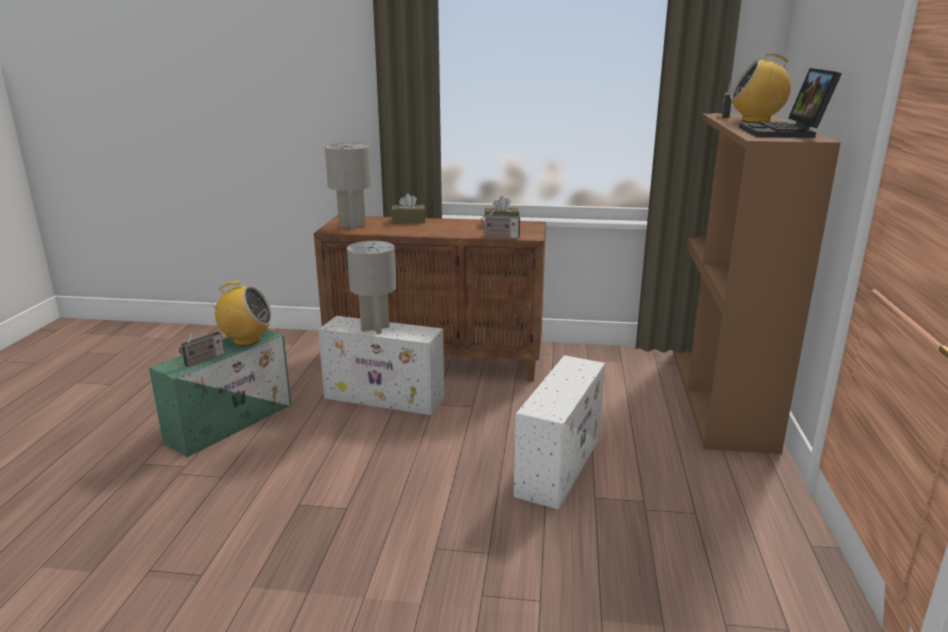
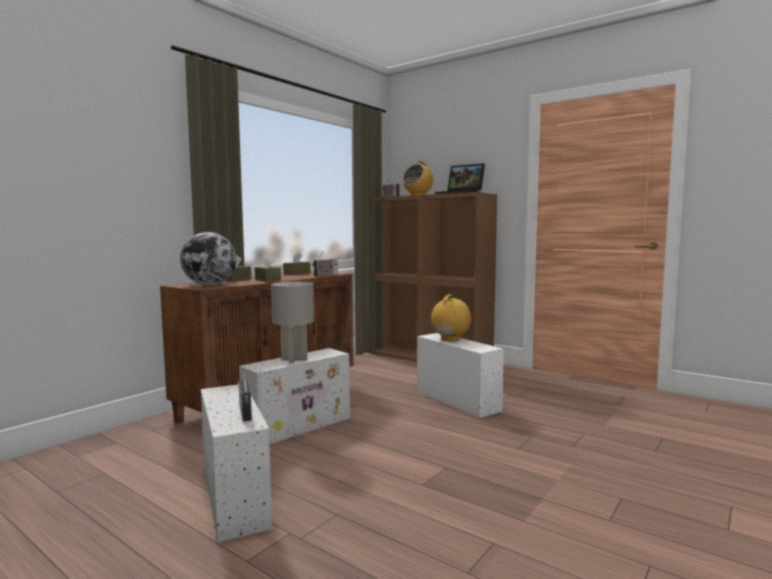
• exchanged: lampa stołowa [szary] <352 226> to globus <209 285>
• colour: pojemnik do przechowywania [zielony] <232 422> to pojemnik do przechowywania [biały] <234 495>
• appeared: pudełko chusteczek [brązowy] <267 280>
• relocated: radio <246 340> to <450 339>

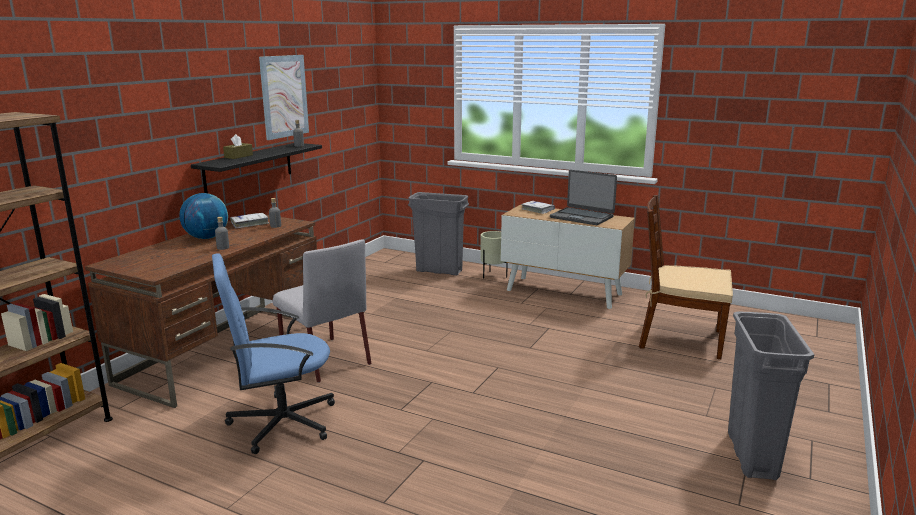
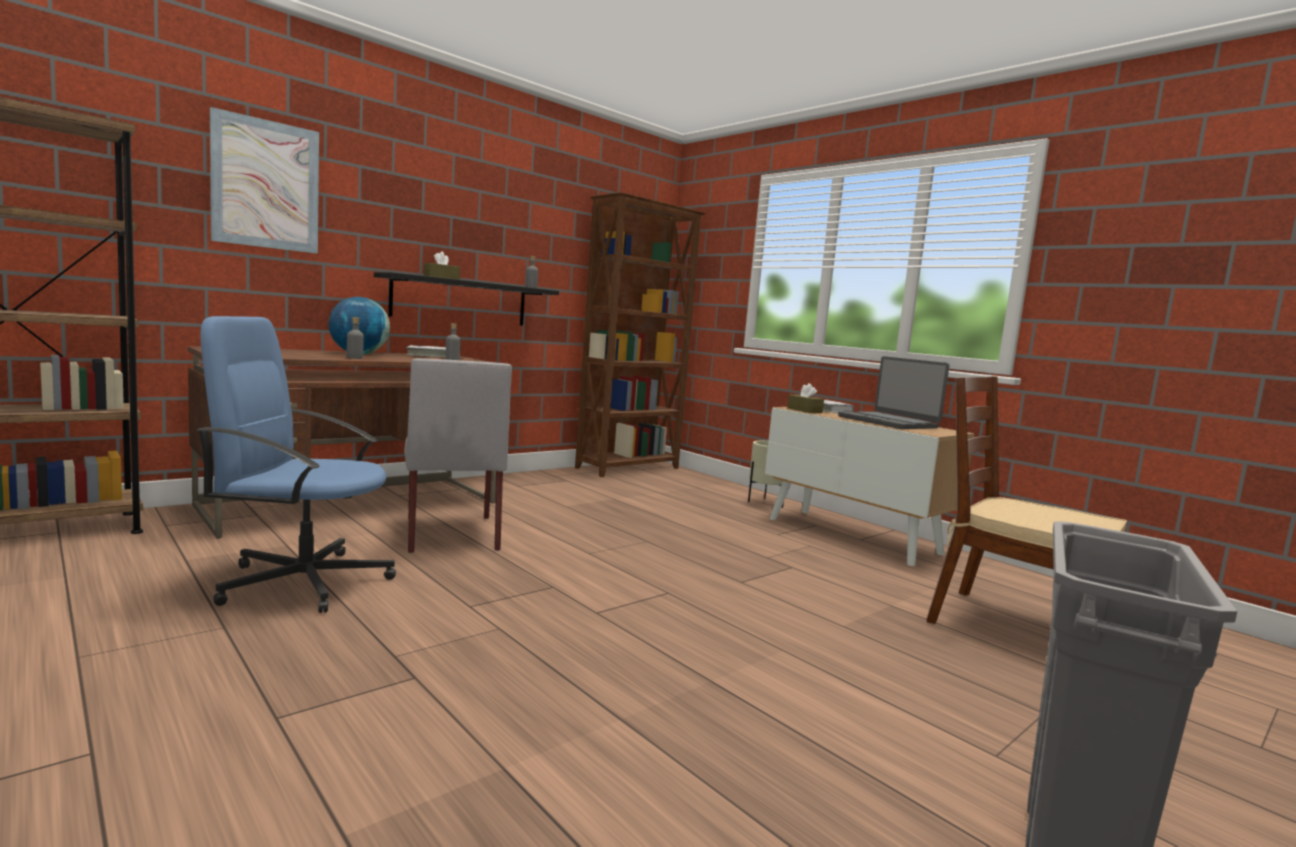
• relocated: obraz <284 96> to <266 184>
• appeared: regał [brązowy] <629 468>
• appeared: pudełko chusteczek [brązowy] <804 410>
• missing: kosz na śmieci [szary] <439 271>

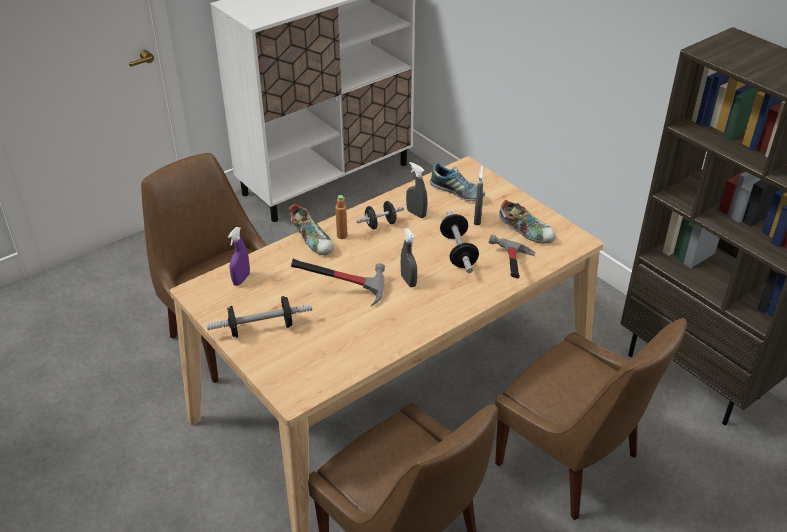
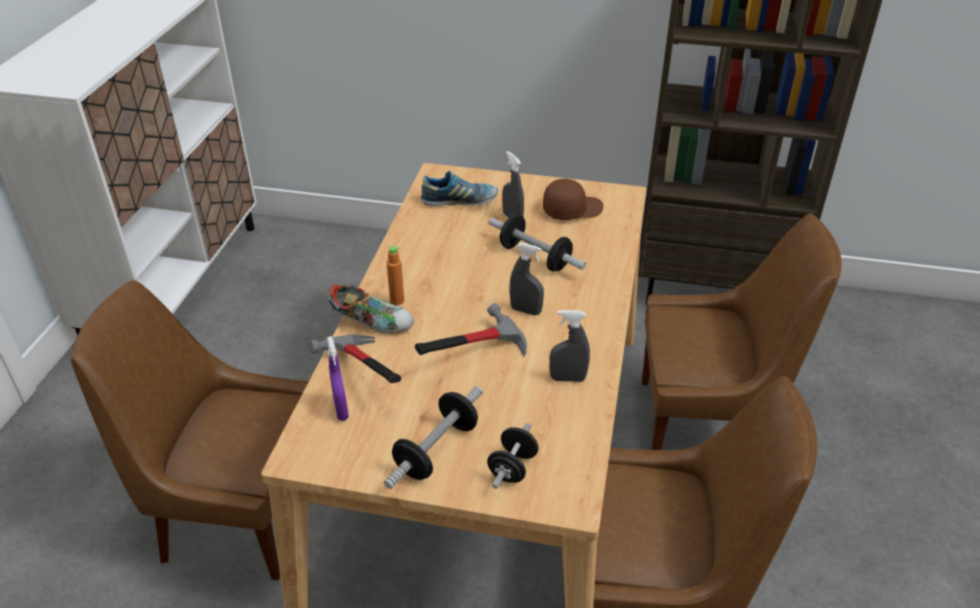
• relocated: młotek <508 270> to <358 376>
• relocated: hantel [czarny] <380 224> to <512 468>
• exchanged: but <526 233> to czapka z daszkiem [brązowy] <572 209>
• relocated: spryskiwacz [szary] <416 213> to <567 378>

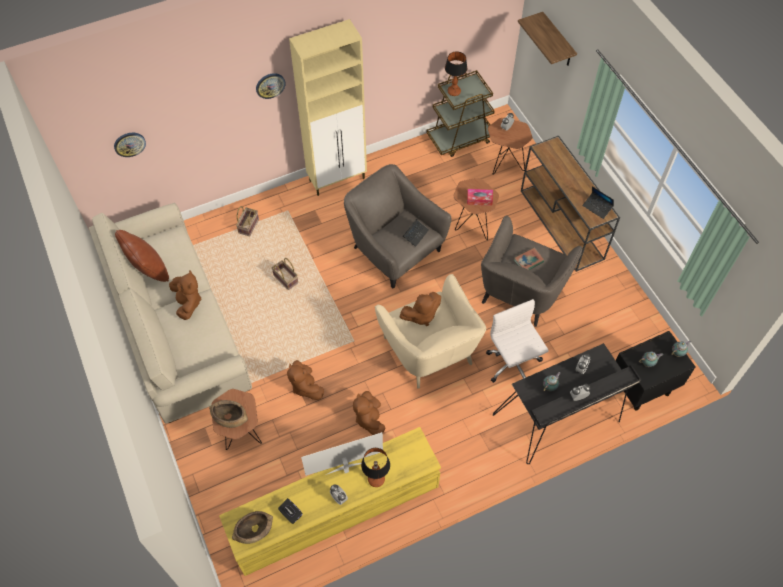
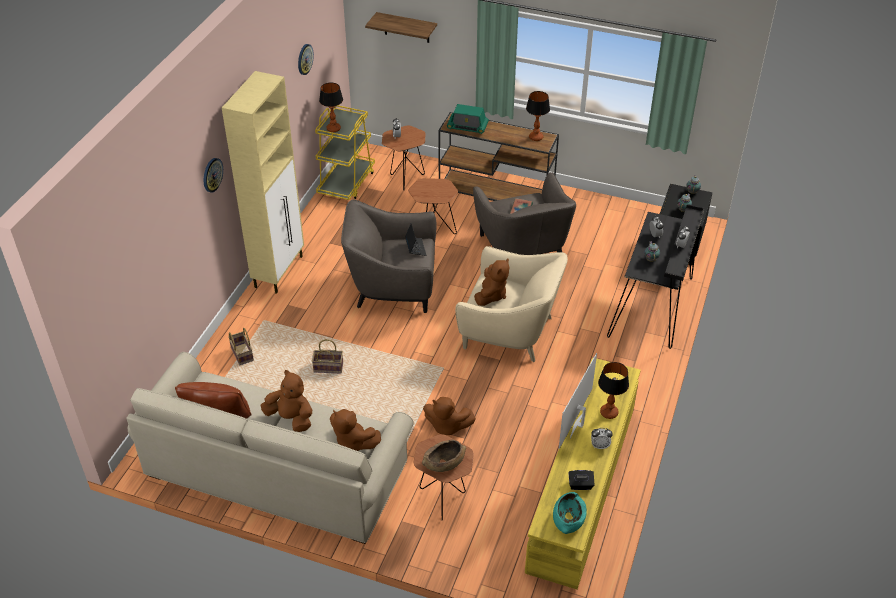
• relocated: zegar ścienny <129 144> to <304 59>
• colour: wózek [brązowy] <460 138> to wózek [żółty] <346 183>
• relocated: pluszak [brązowy] <369 419> to <353 442>
• appeared: radio <467 127>
• exchanged: laptop <597 207> to lampa stołowa <536 137>
• colour: miska [brązowy] <254 530> to miska [turkusowy] <568 519>
• missing: pudełko chusteczek <479 199>
• missing: krzesło biurowe [biały] <513 365>

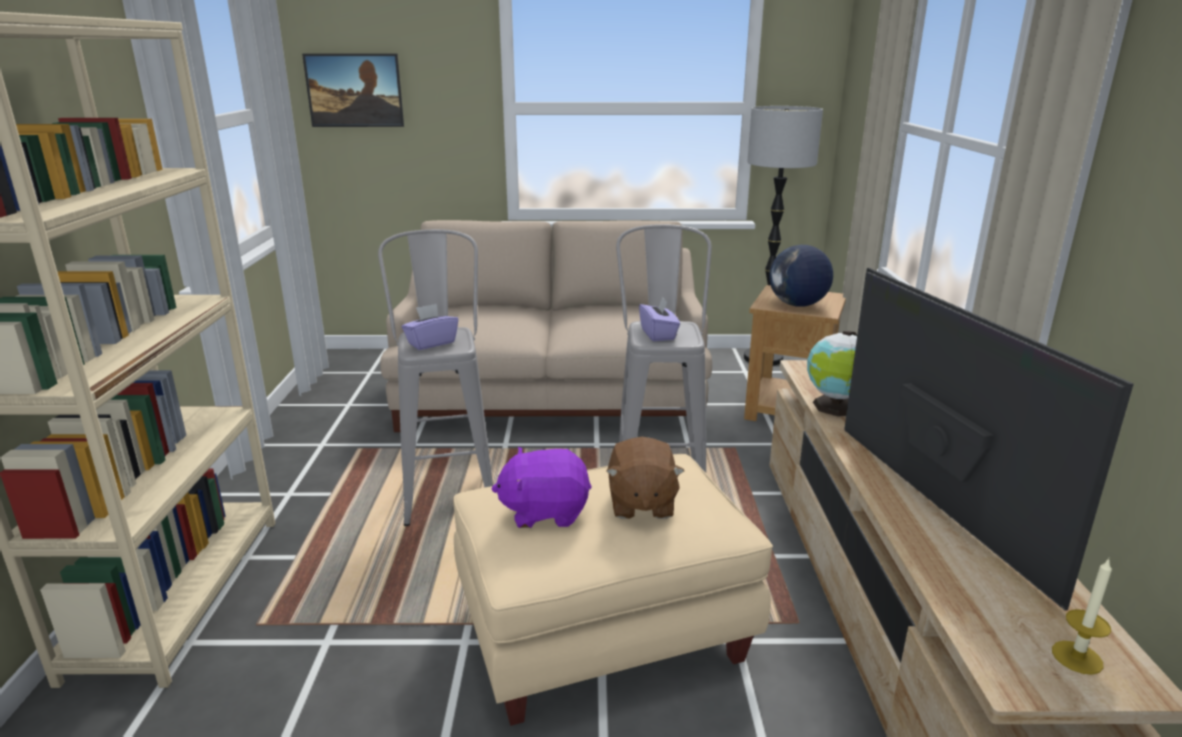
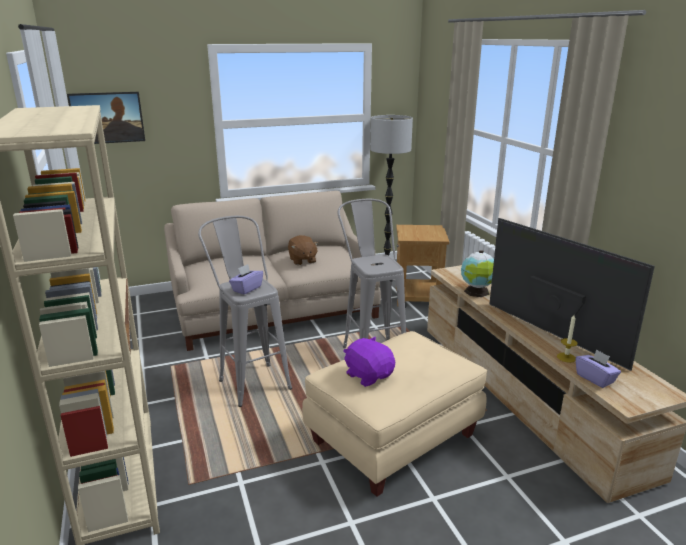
• relocated: pluszak [brązowy] <641 503> to <302 260>
• spun: pluszak [fioletowy] <545 511> = <369 375> 75 degrees clockwise
• relocated: świeca <1077 657> to <566 357>
• relocated: pudełko chusteczek [fioletowy] <658 334> to <595 378>
• missing: globus <797 305>

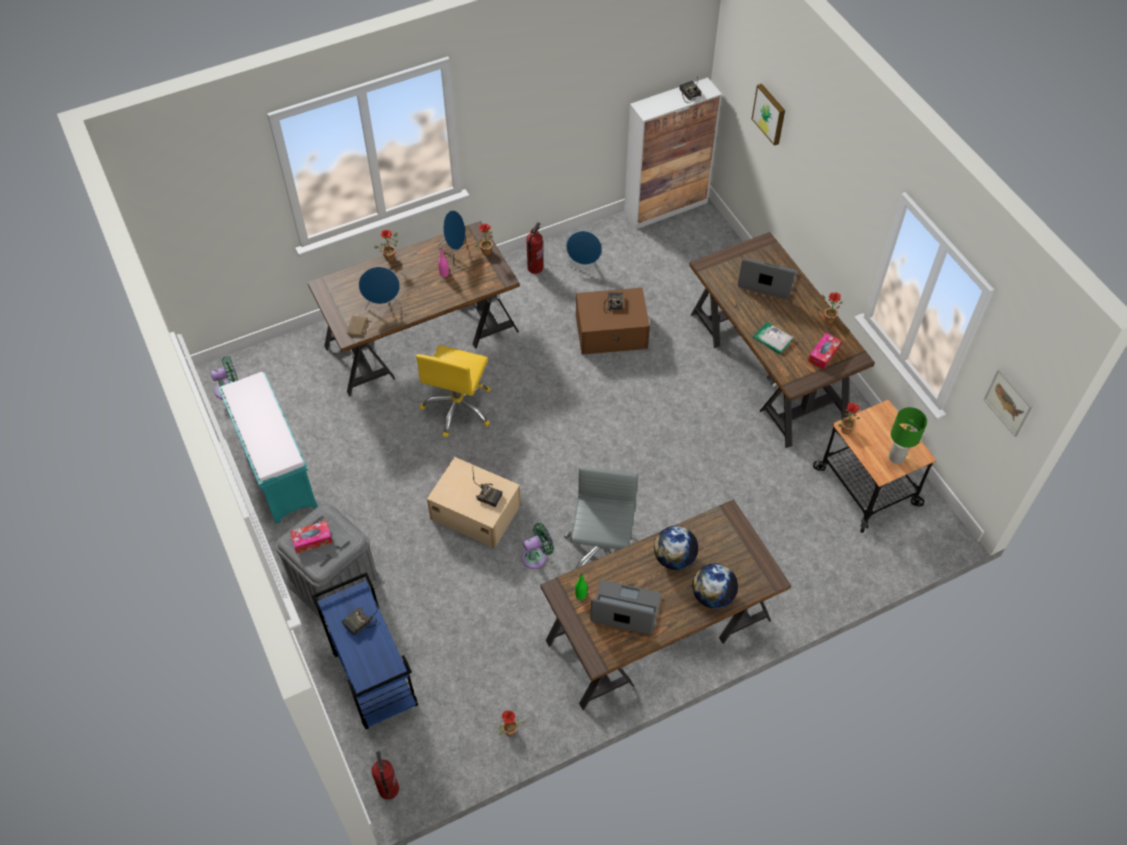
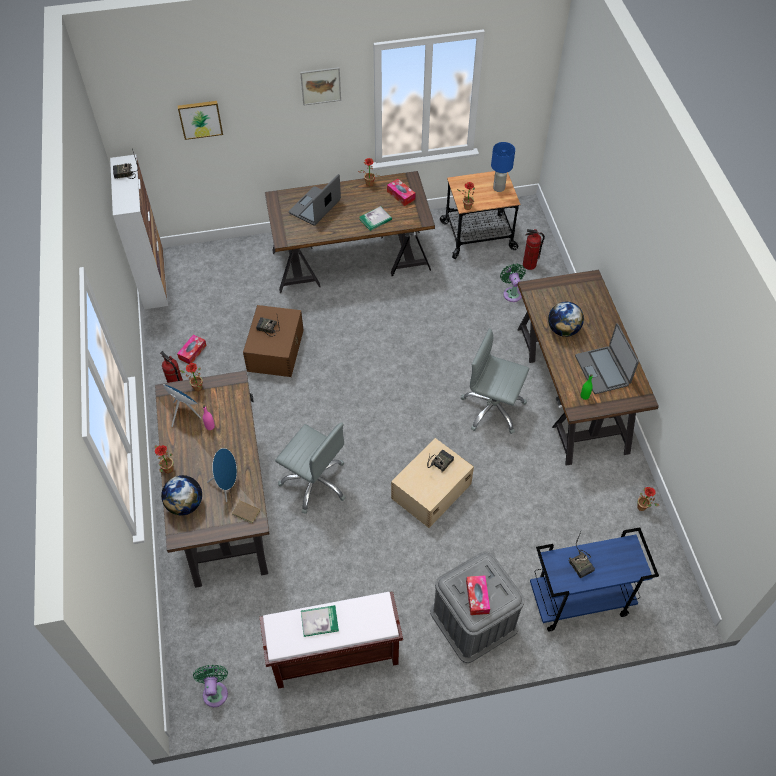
• relocated: globus <713 596> to <185 504>
• exchanged: głośnik [niebieski] <584 266> to pudełko chusteczek <192 352>
• colour: ławka [turkusowy] <276 469> to ławka [brązowy] <333 656>
• colour: krzesło biurowe [żółty] <458 408> to krzesło biurowe [szary] <315 482>
• relocated: obraz <1008 402> to <321 86>
• appeared: książka <319 621>
• colour: lampa stołowa [zielony] <896 457> to lampa stołowa [niebieski] <498 188>
• relocated: wentylator [zielony] <536 556> to <512 293>
• relocated: gaśnica <388 789> to <529 265>
• spun: laptop <625 609> = <602 370> 45 degrees counterclockwise

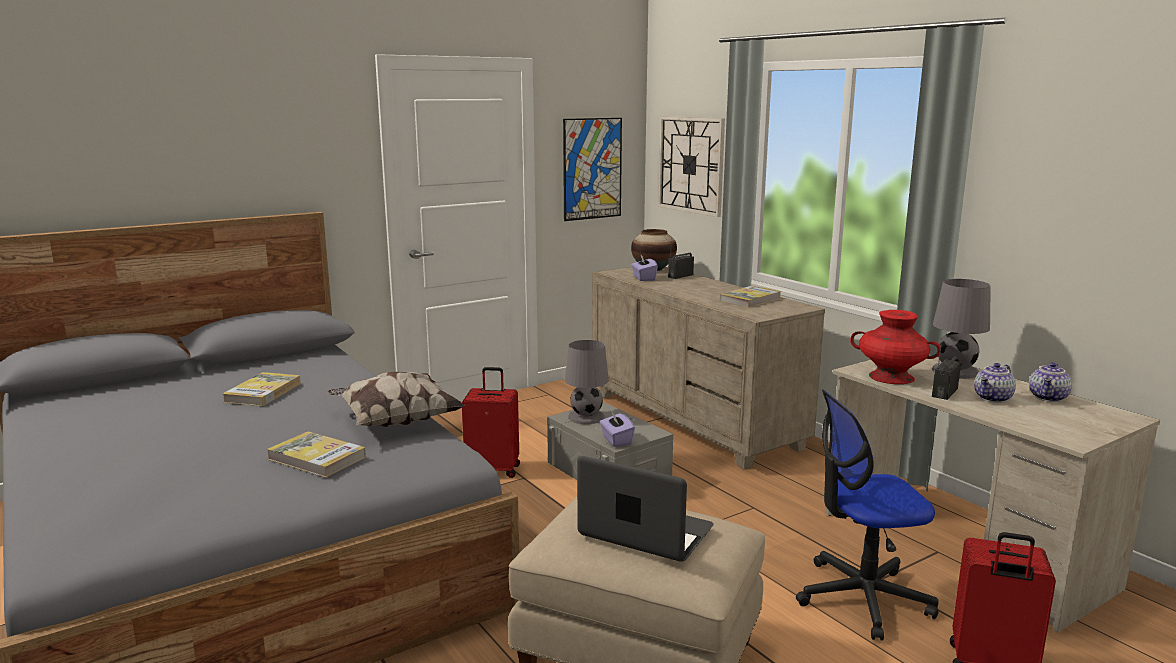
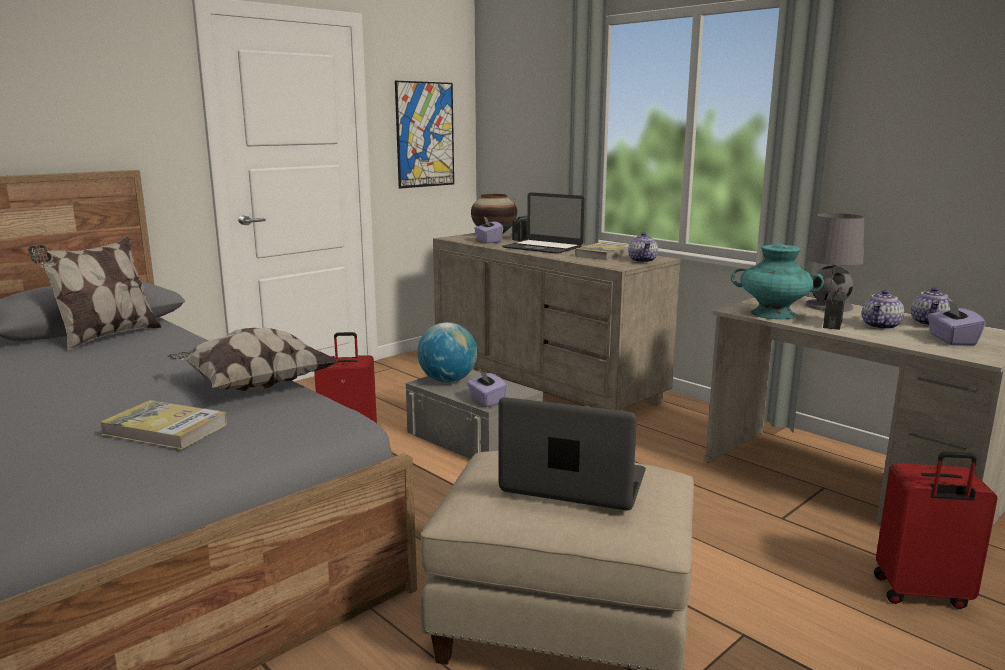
• appeared: poduszka <106 337>
• exchanged: lampa stołowa [szary] <586 417> to globus <447 380>
• appeared: laptop <542 247>
• appeared: imbryk <643 261>
• colour: wazon [czerwony] <891 377> to wazon [turkusowy] <773 314>
• appeared: pudełko chusteczek [fioletowy] <951 340>
• missing: książka <263 392>
• missing: zegar ścienny <691 165>
• missing: krzesło biurowe <862 598>

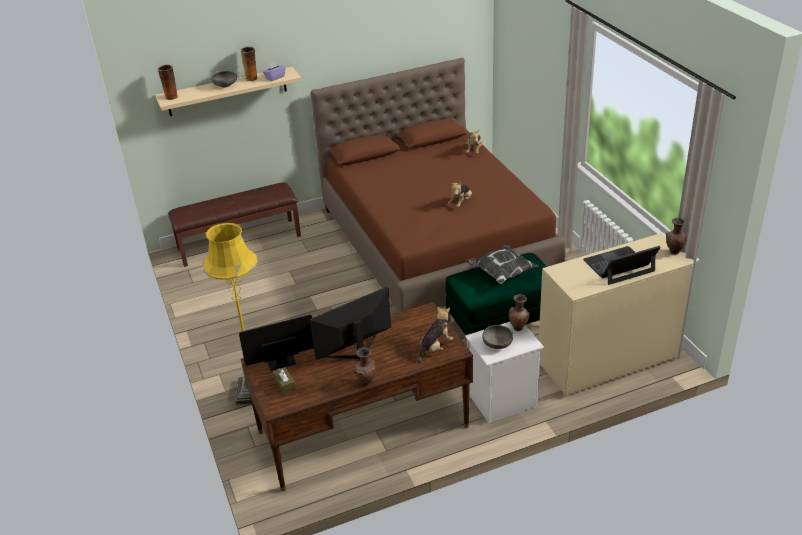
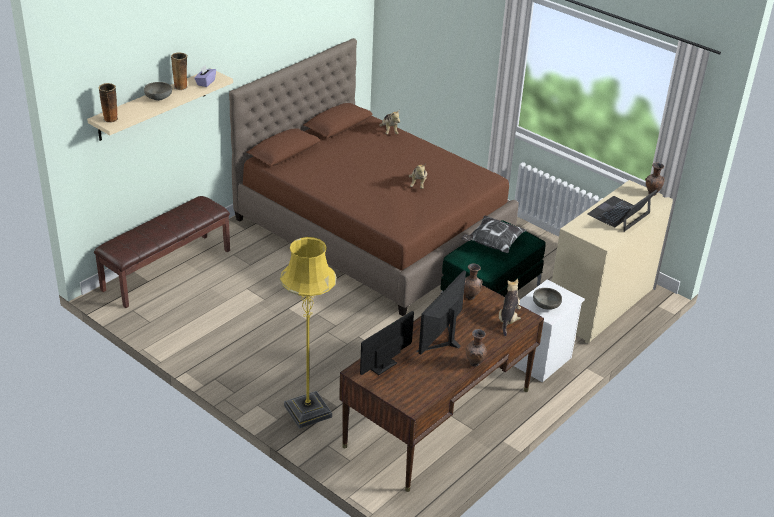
• relocated: wazon [brązowy] <518 328> to <470 297>
• missing: pudełko chusteczek [brązowy] <285 384>

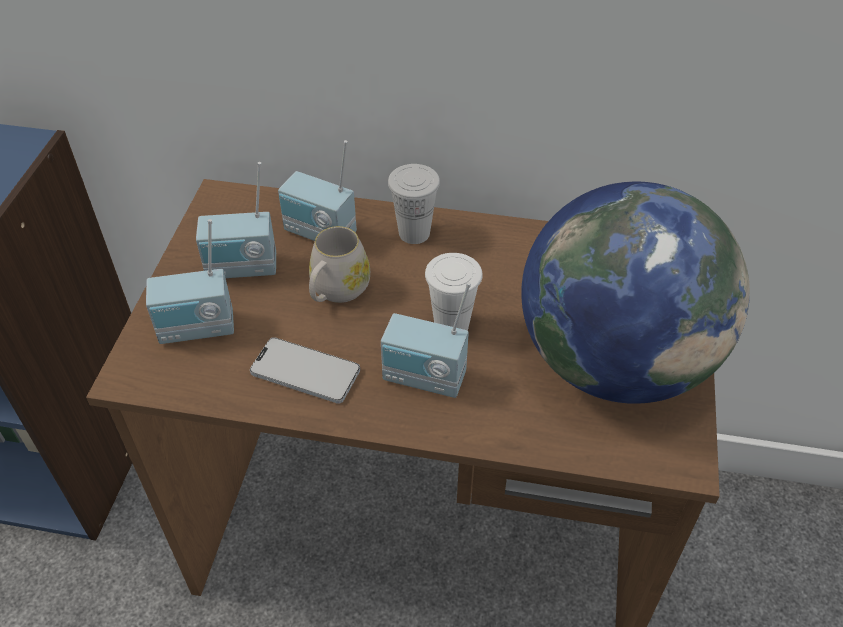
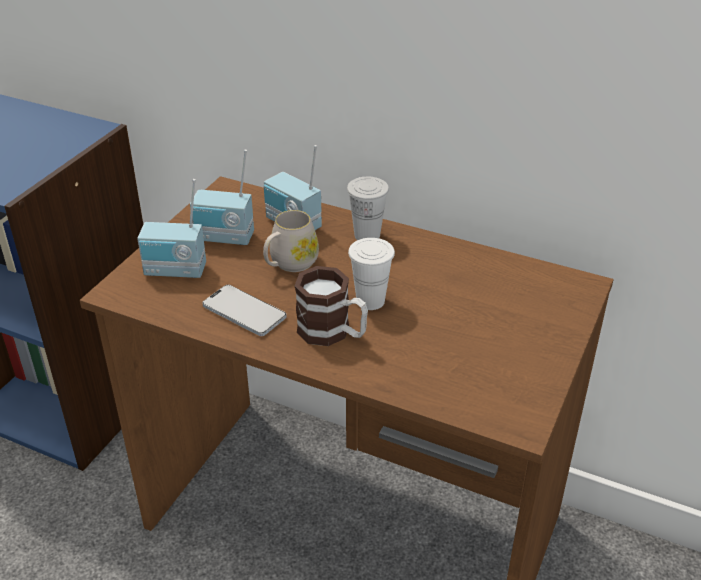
• exchanged: radio <424 379> to kubek <333 333>
• missing: globus <614 361>

